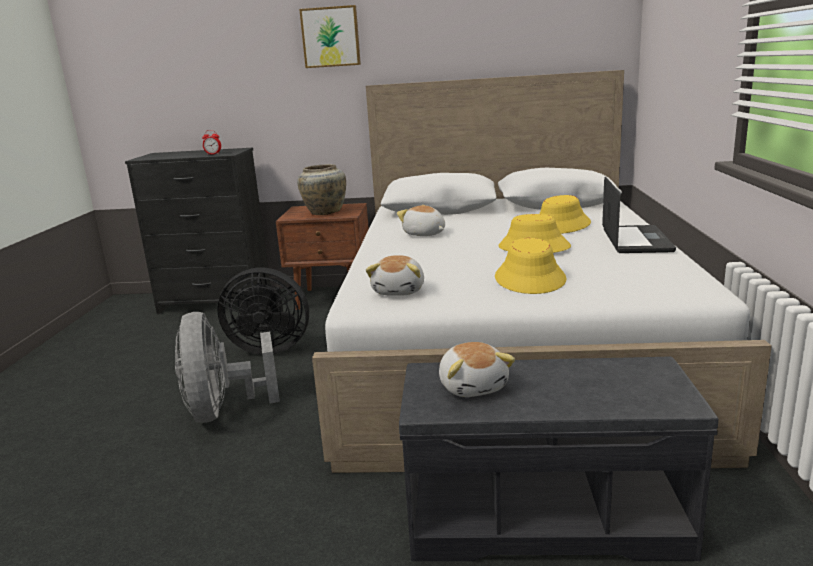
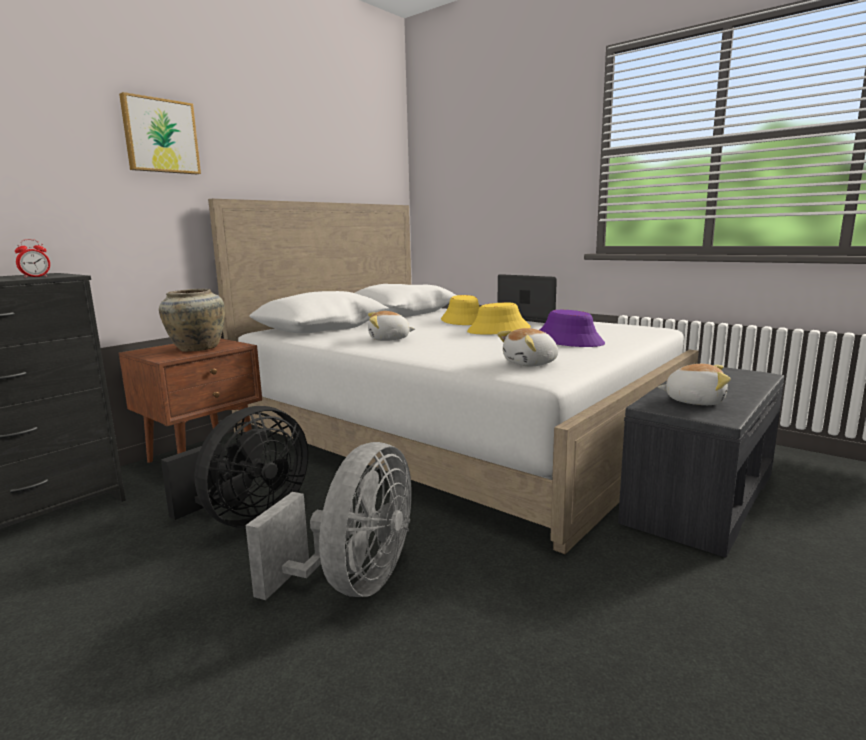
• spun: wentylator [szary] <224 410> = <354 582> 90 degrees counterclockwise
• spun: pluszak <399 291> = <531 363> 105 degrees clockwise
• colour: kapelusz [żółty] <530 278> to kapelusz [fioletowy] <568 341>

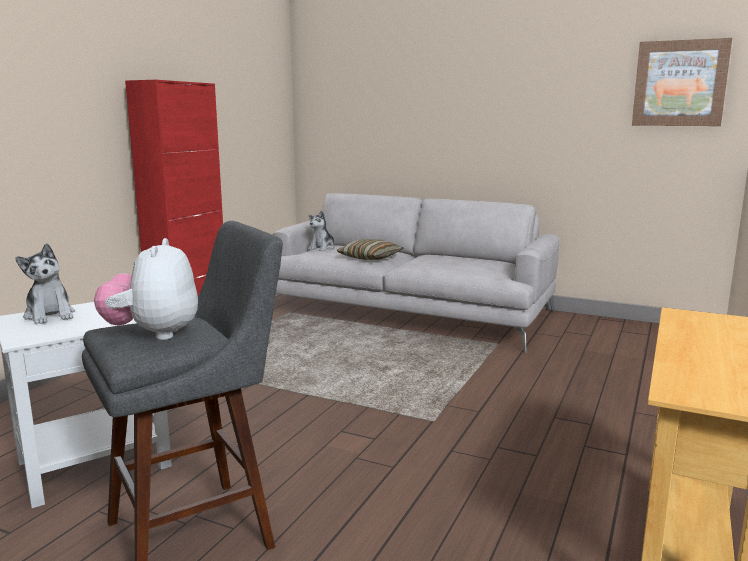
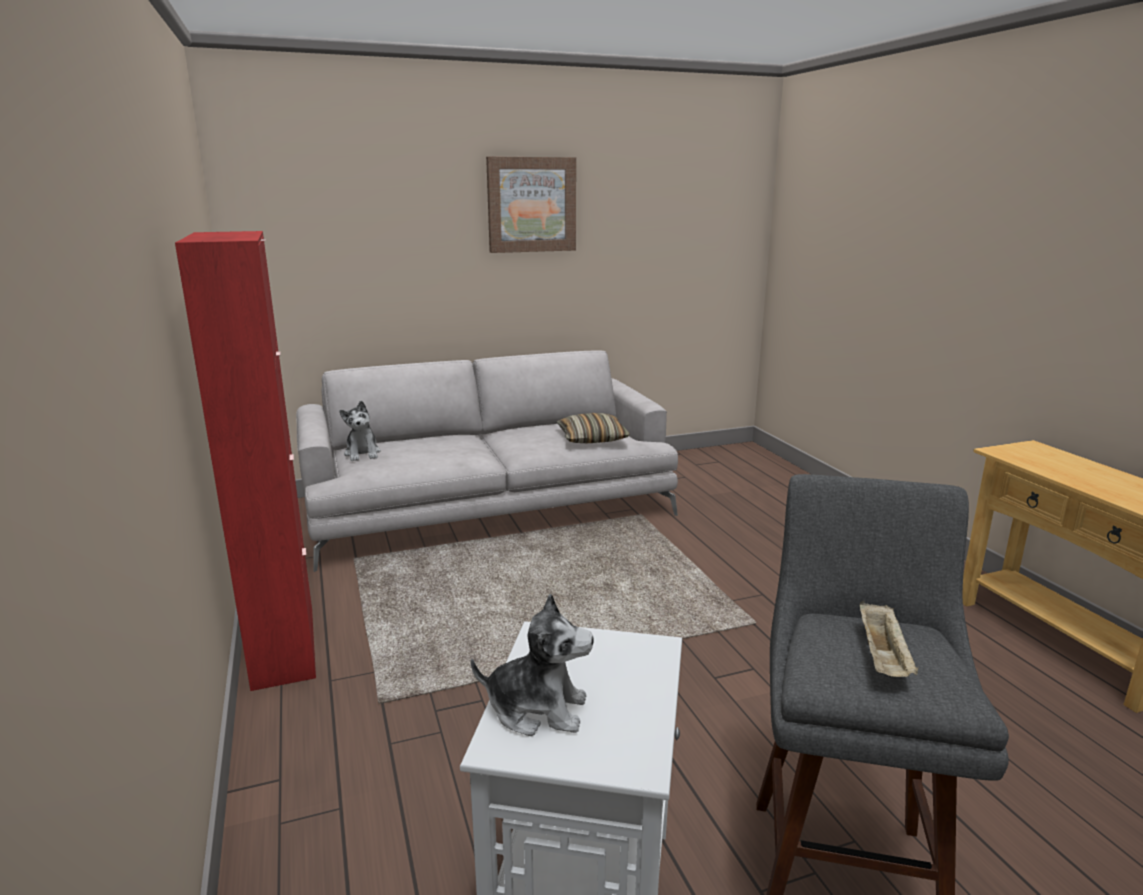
• relocated: obraz <680 83> to <531 205>
• relocated: poduszka <370 258> to <592 438>
• exchanged: pluszak <153 334> to taca [beżowy] <883 658>

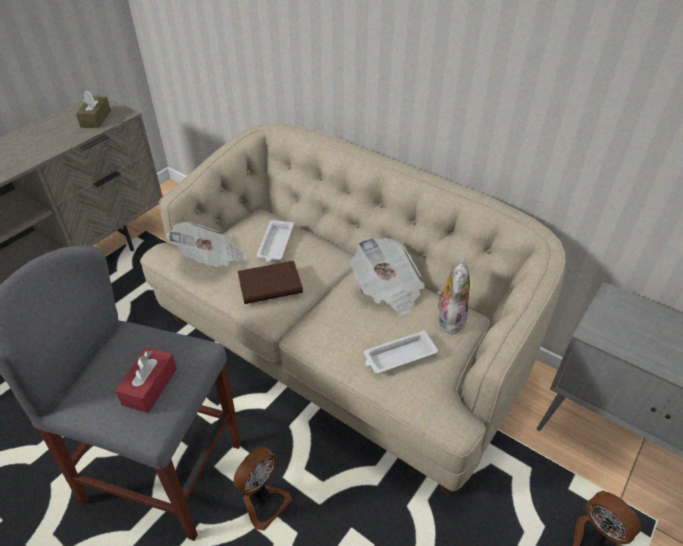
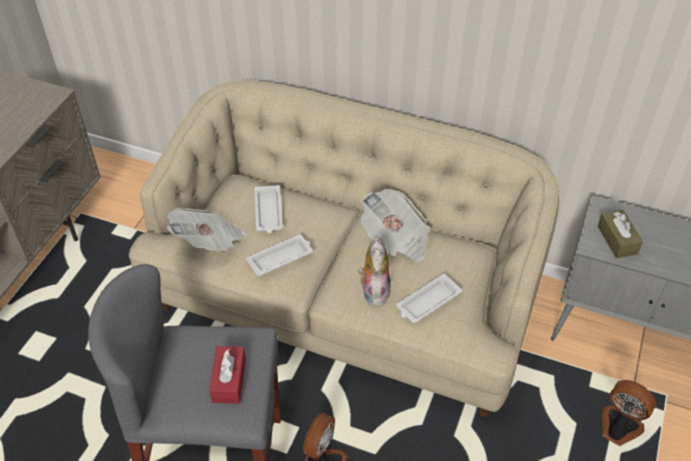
• exchanged: książka [brązowy] <270 285> to taca [biały] <281 258>
• relocated: pluszak <449 319> to <373 291>
• relocated: pudełko chusteczek [brązowy] <96 119> to <617 240>

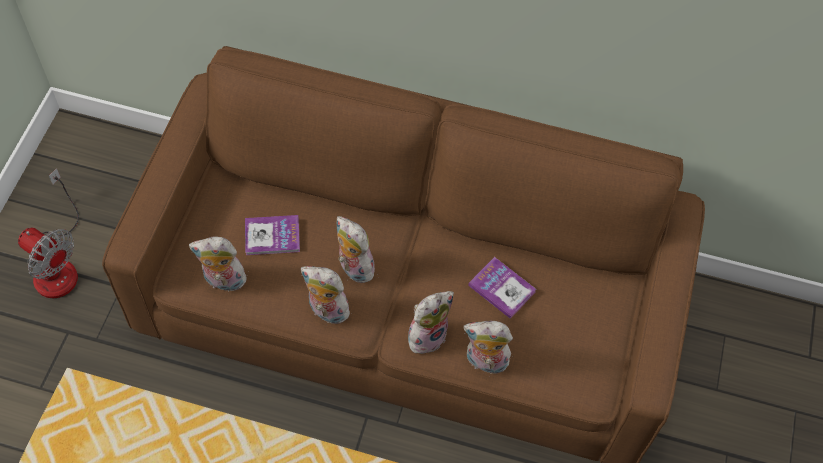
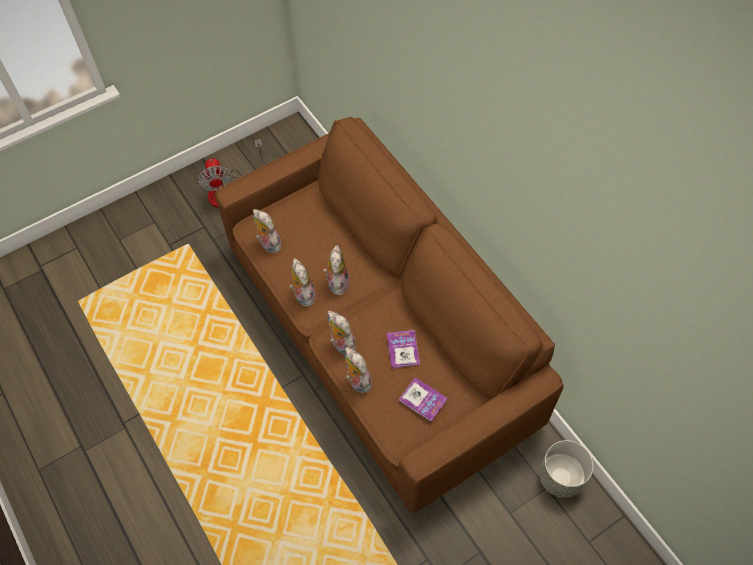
• spun: pluszak <427 335> = <341 344> 135 degrees counterclockwise
• relocated: książka <272 236> to <423 400>
• appeared: donica [szary] <561 477>

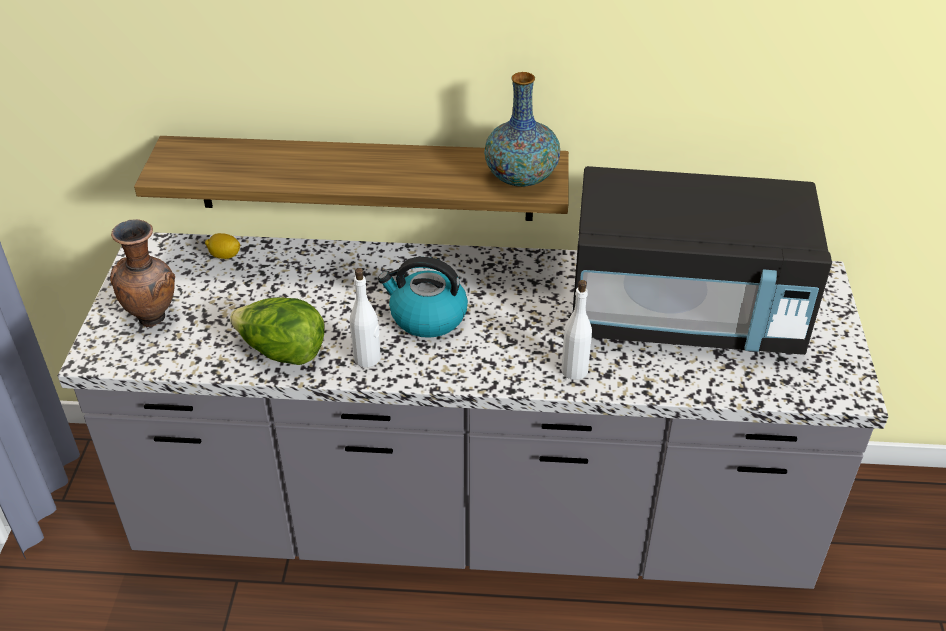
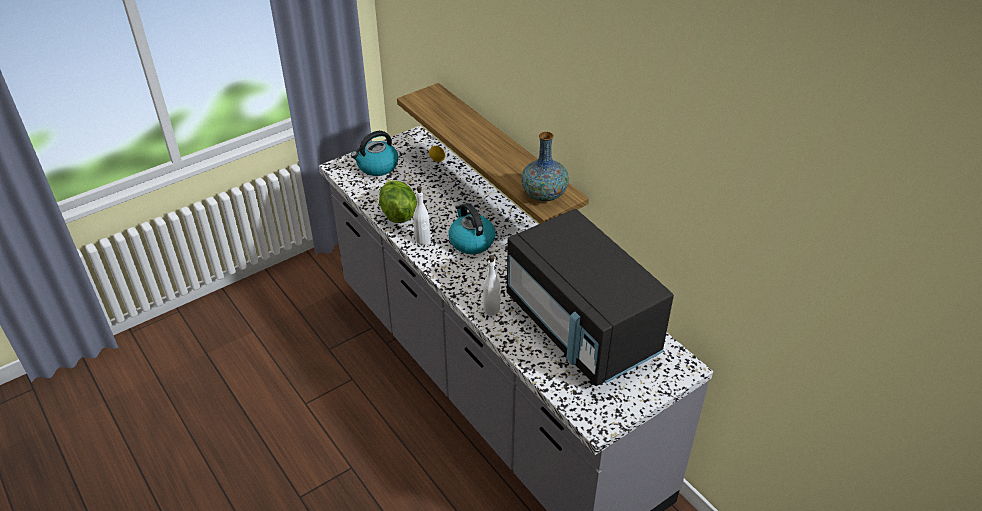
• exchanged: wazon [brązowy] <154 318> to czajnik <377 166>

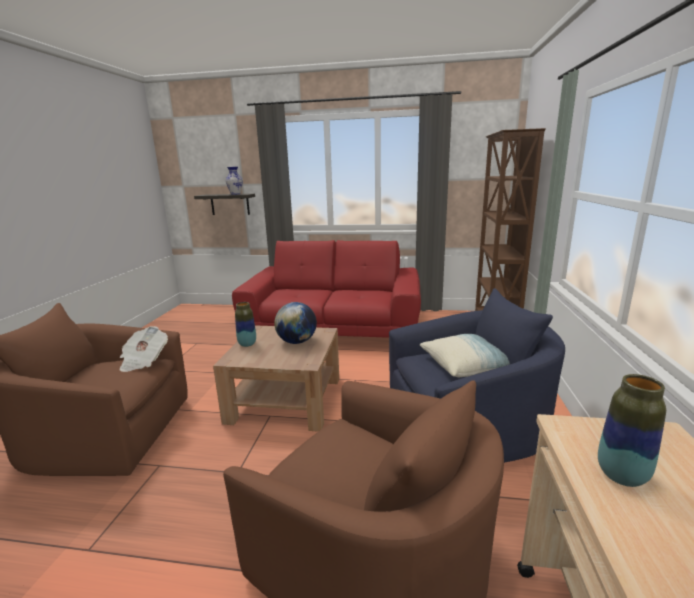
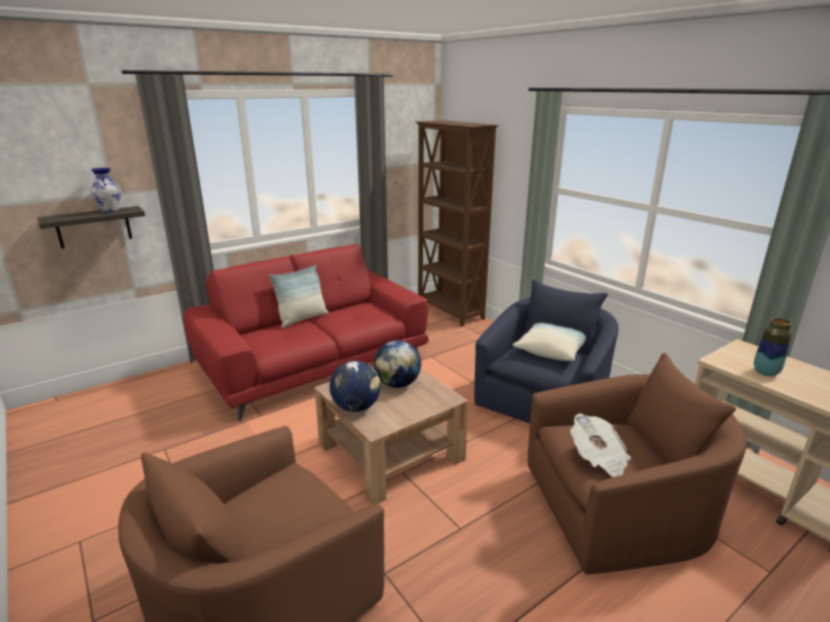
• appeared: poduszka <302 319>
• exchanged: wazon <247 344> to globus <356 407>
• relocated: gazeta <144 360> to <598 459>

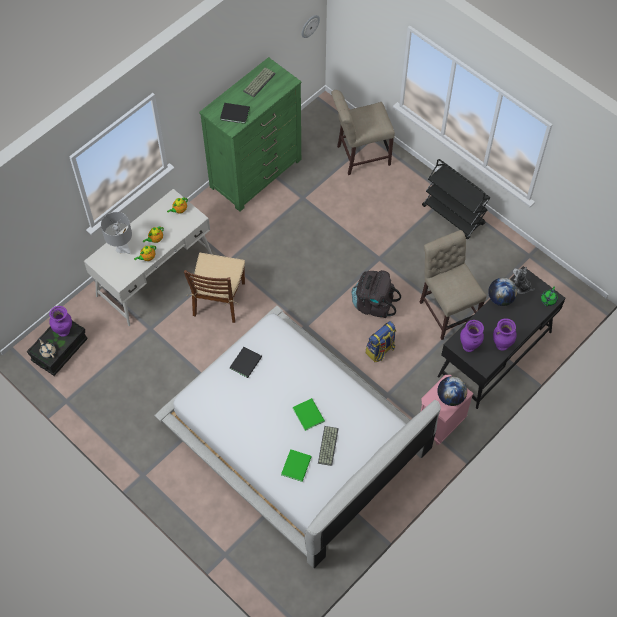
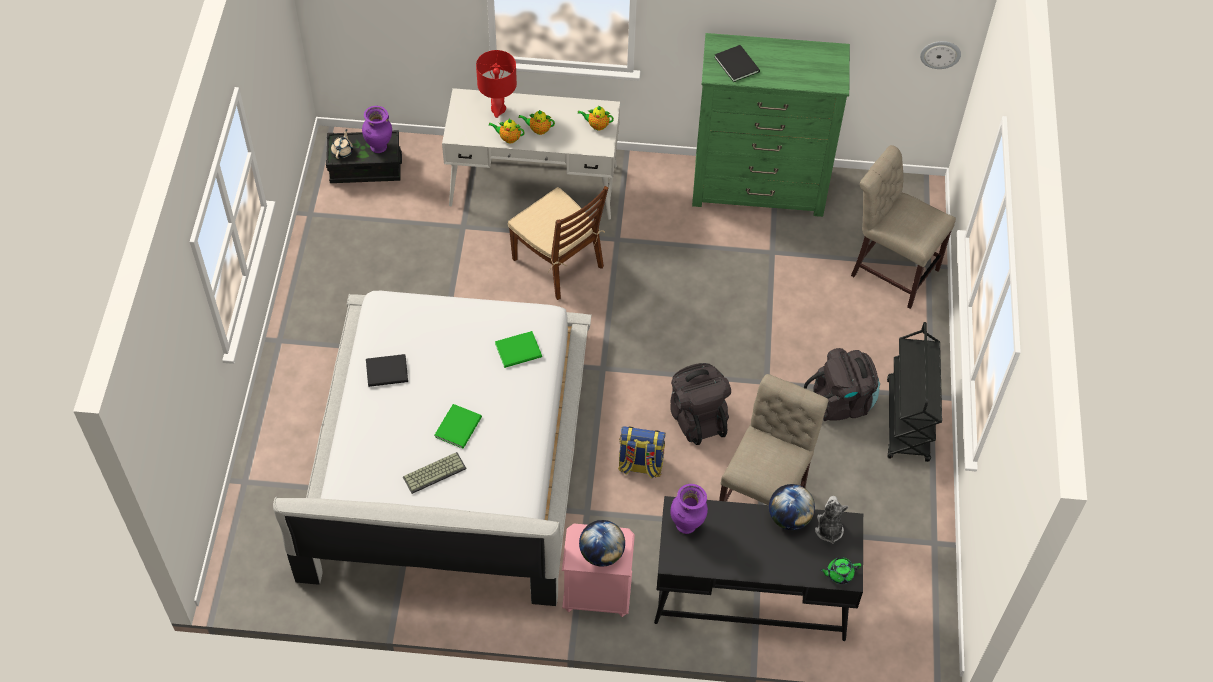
• relocated: książka [czarny] <247 362> to <388 372>
• colour: lampa stołowa [szary] <121 249> to lampa stołowa [czerwony] <498 109>
• relocated: książka [zielony] <297 465> to <520 351>
• spun: krzesło [brązowy] <219 299> = <558 263> 105 degrees counterclockwise
• appeared: plecak [czarny] <842 402>
• missing: klawiatura <259 82>
• missing: wazon [fioletowy] <501 345>

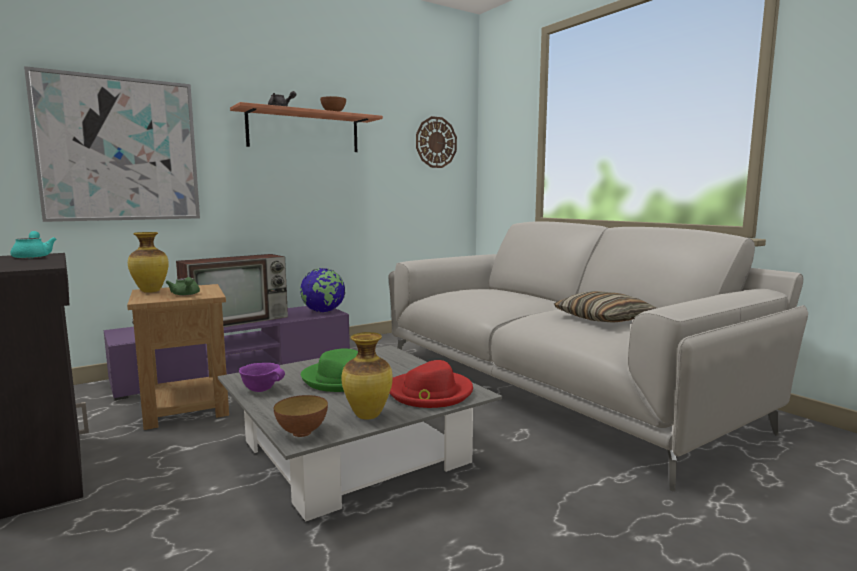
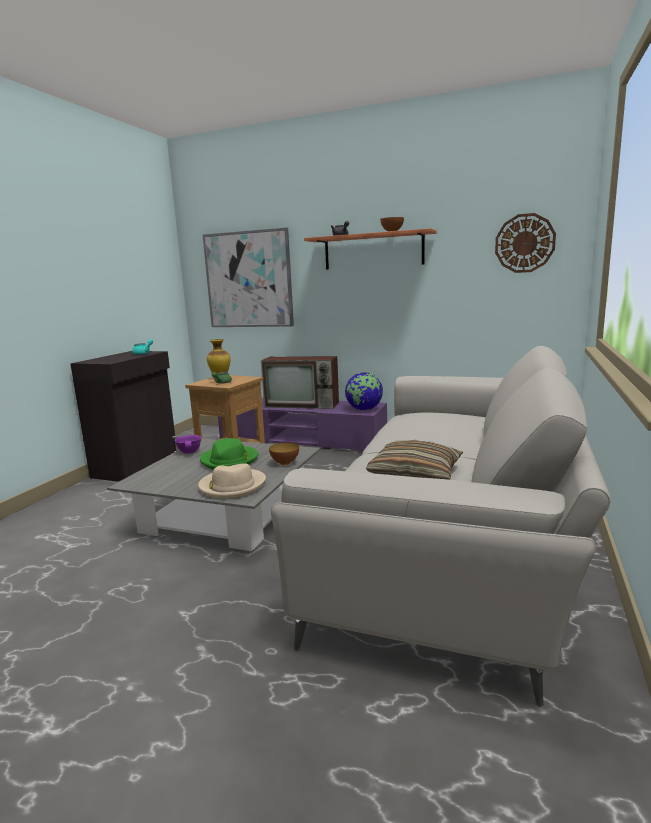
• colour: kapelusz [czerwony] <429 393> to kapelusz [beżowy] <232 486>
• relocated: miska <302 433> to <285 463>
• missing: wazon <368 416>

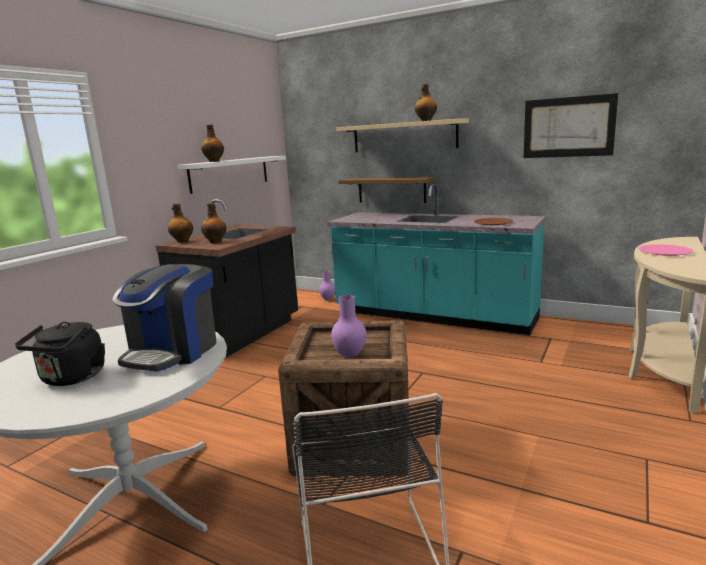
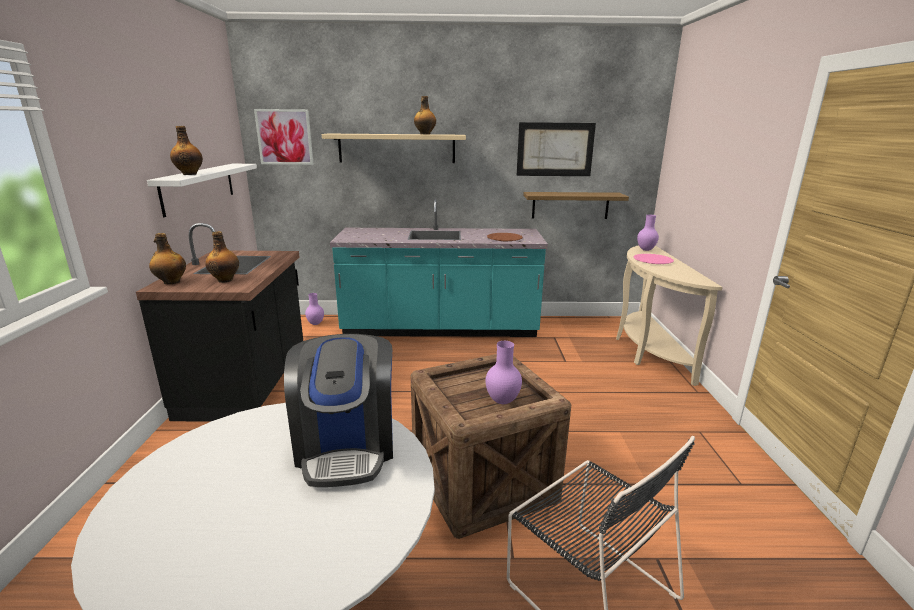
• appeared: obraz <284 137>
• relocated: półka <391 190> to <570 205>
• appeared: wazon [fioletowy] <646 250>
• missing: czajnik [czarny] <71 379>

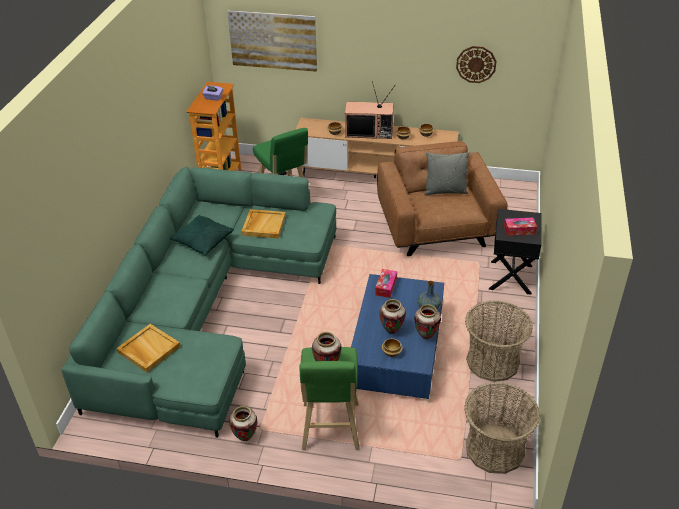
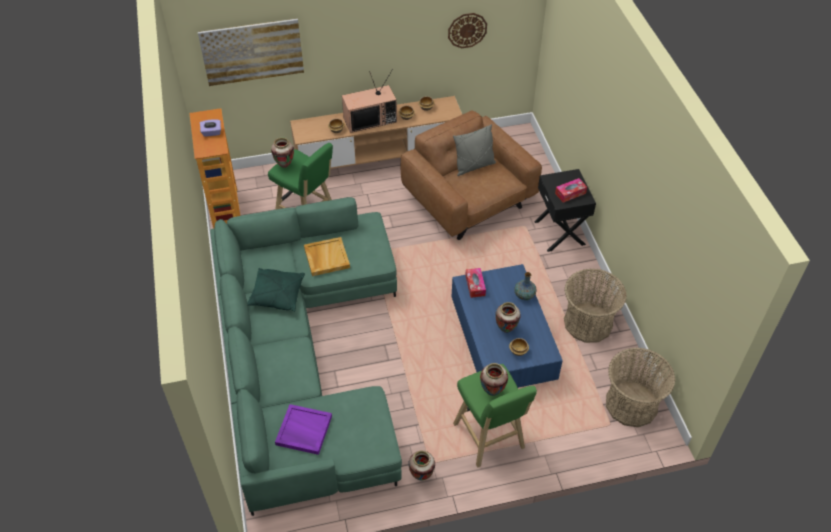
• relocated: wazon <426 336> to <285 165>
• colour: taca [beżowy] <148 349> to taca [fioletowy] <303 430>

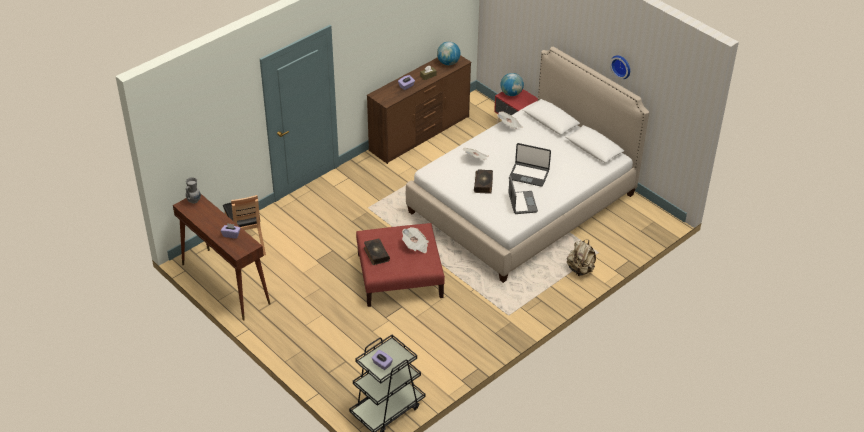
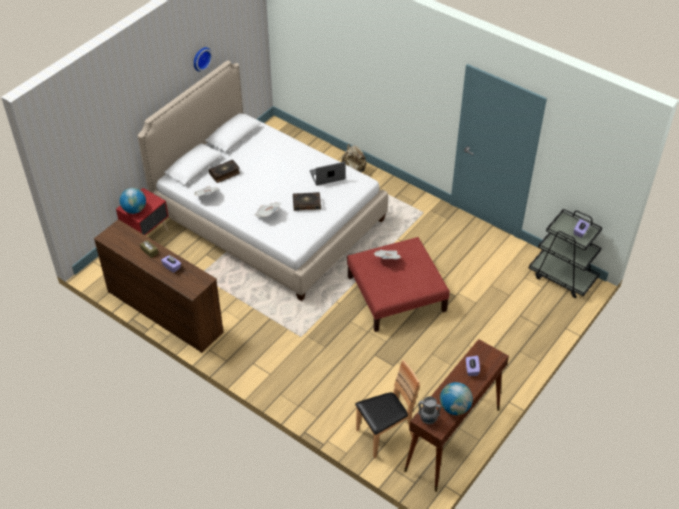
• relocated: książka <376 254> to <225 174>
• relocated: globus <448 63> to <454 407>
• missing: laptop <529 174>

